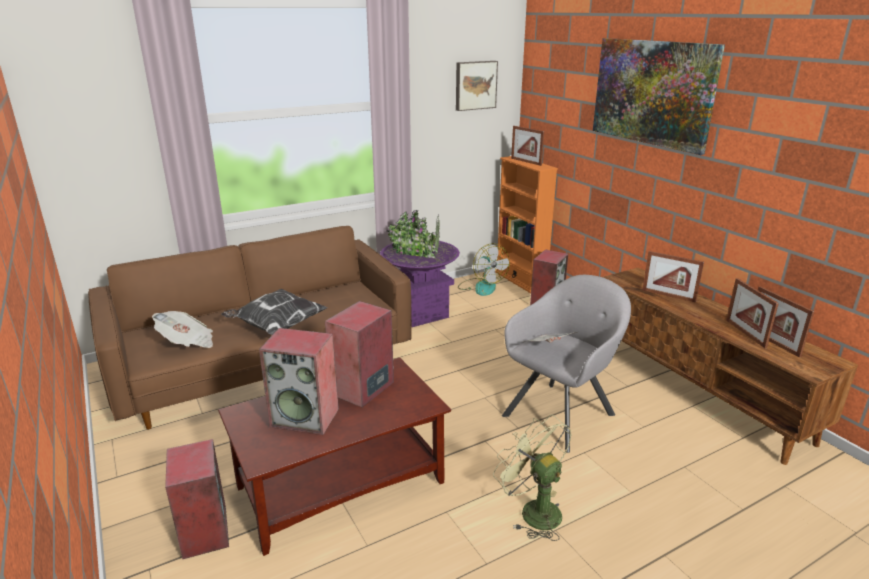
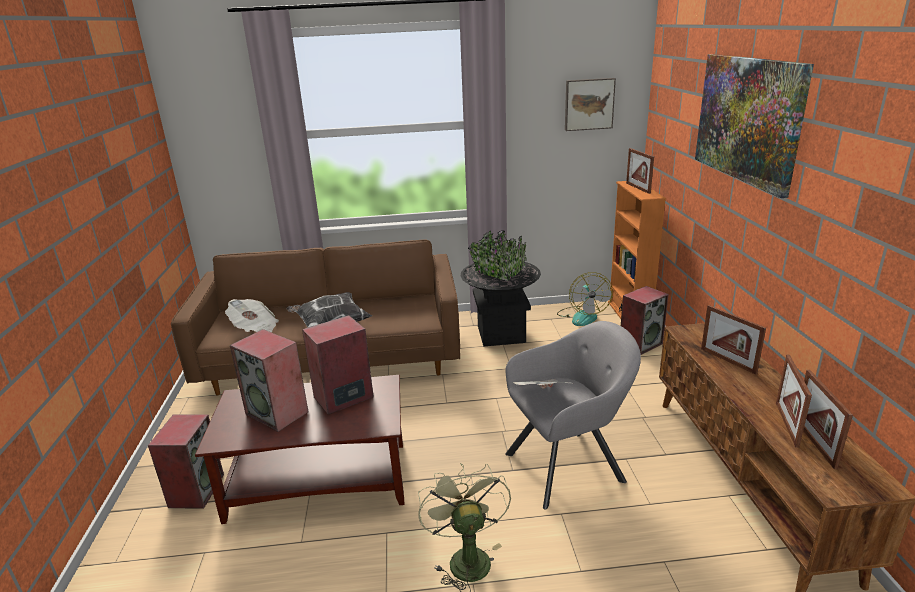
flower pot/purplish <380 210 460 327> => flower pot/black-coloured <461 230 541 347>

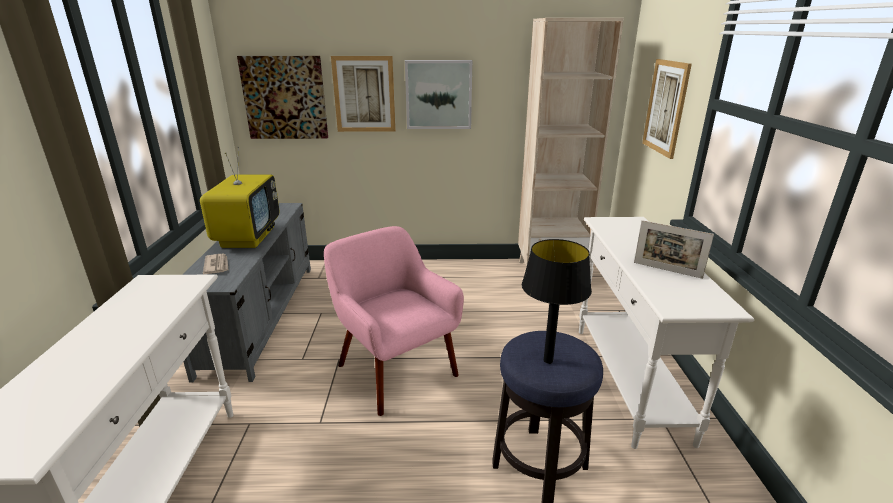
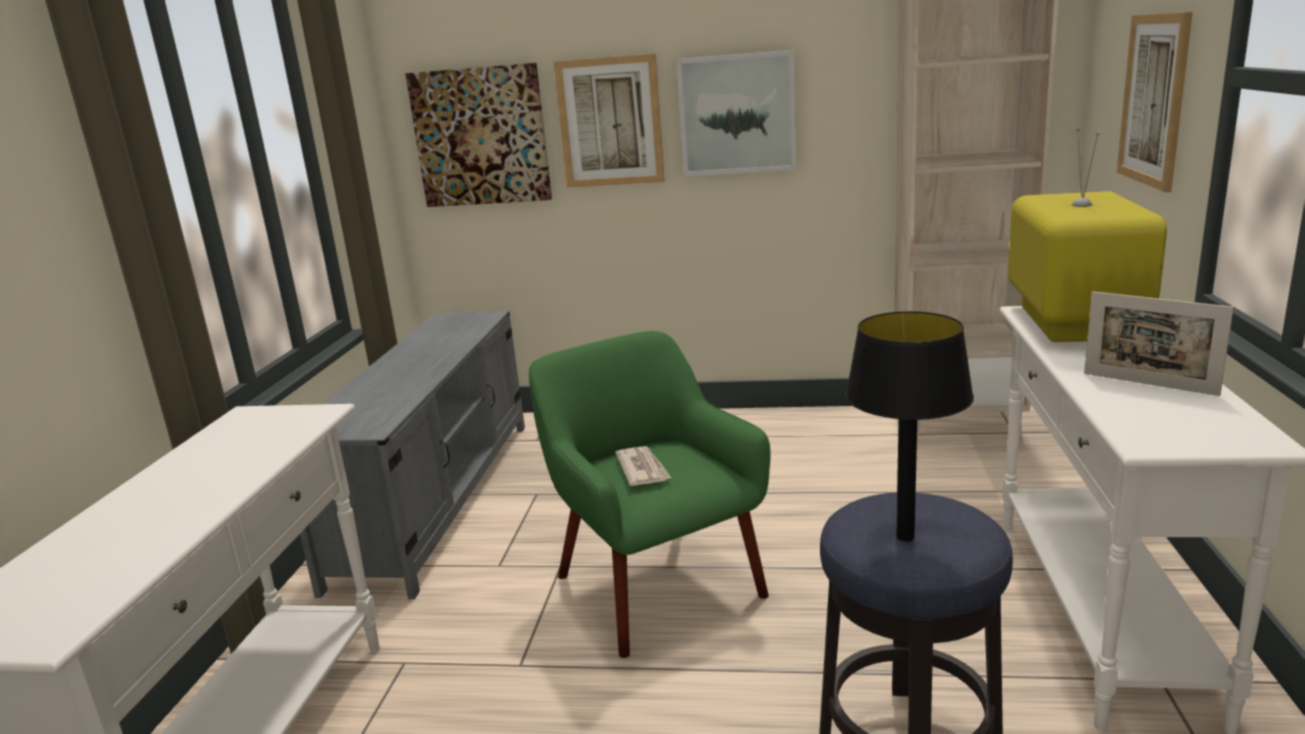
television <200 146 279 248> => television <1008 127 1167 342>, shifted
newspaper <203 253 228 274> => newspaper <615 446 671 486>, shifted
easy chair/pinkish <324 226 464 416> => easy chair/green-coloured <529 331 770 658>

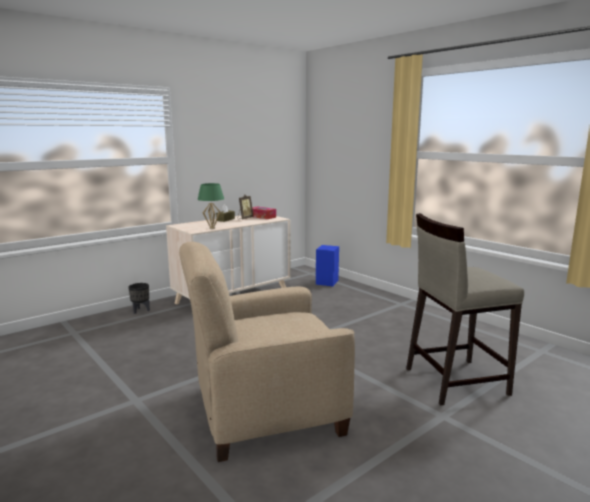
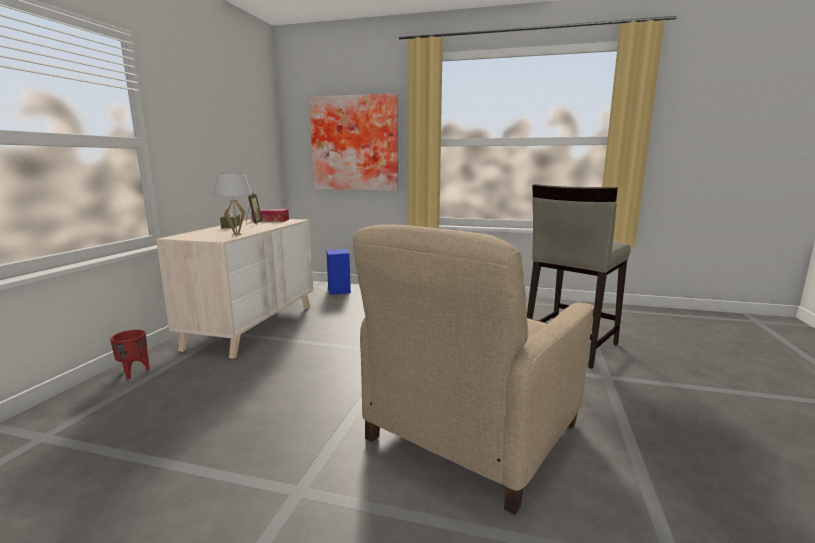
flower pot/black-coloured <128 283 150 314> => flower pot/red-coloured <110 330 150 379>
lamp for a table/green-coloured <198 183 224 229> => lamp for a table/whitish <213 173 252 235>
nothing => picture <309 93 398 191>

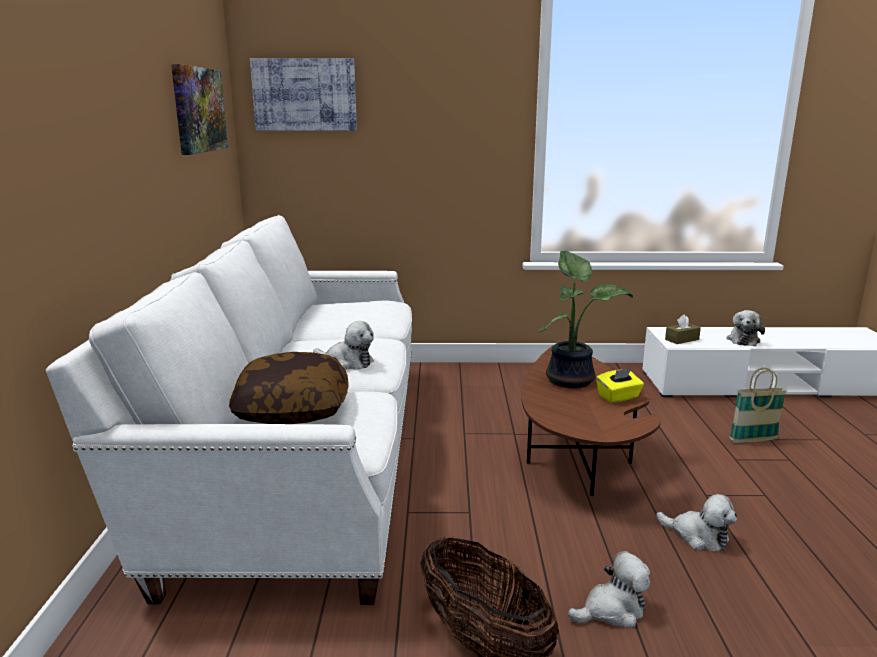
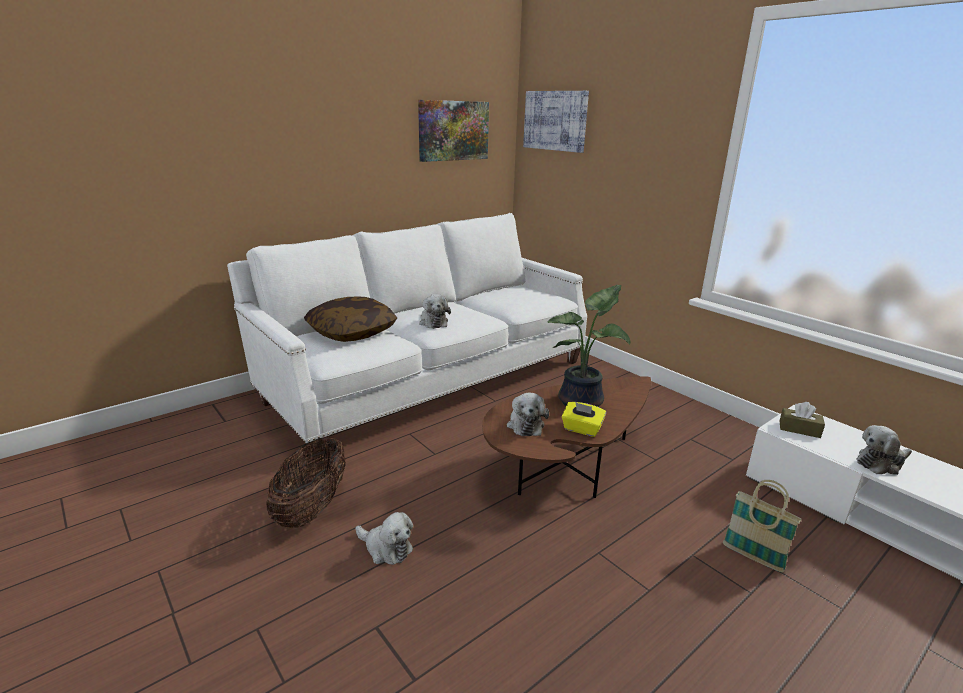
soft toy <656 494 737 552> => soft toy <507 393 549 436>, shifted

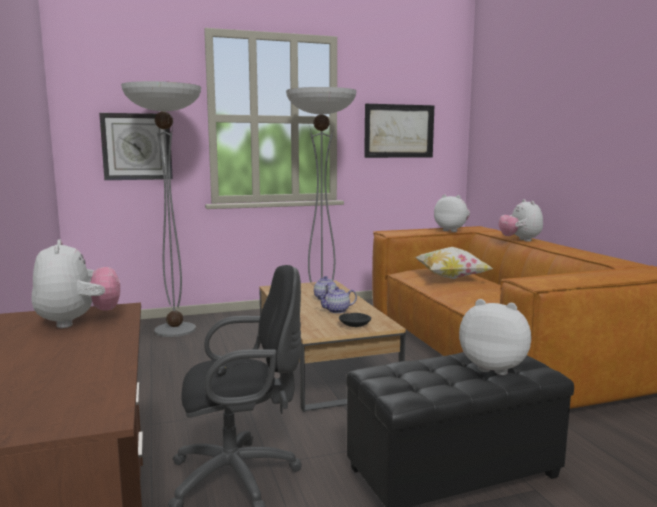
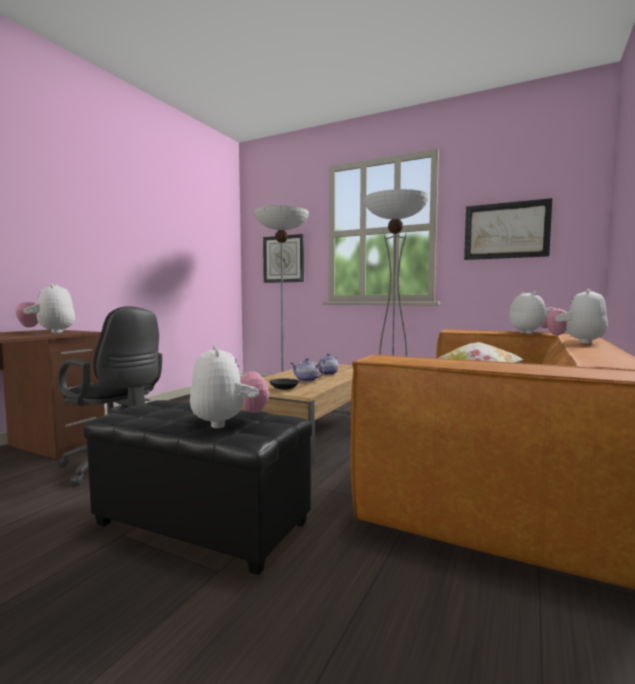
soft toy <32 239 120 328> => soft toy <16 283 75 333>, 135 degrees clockwise

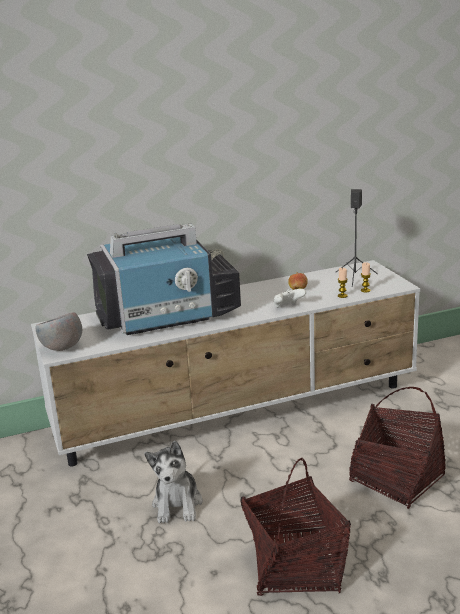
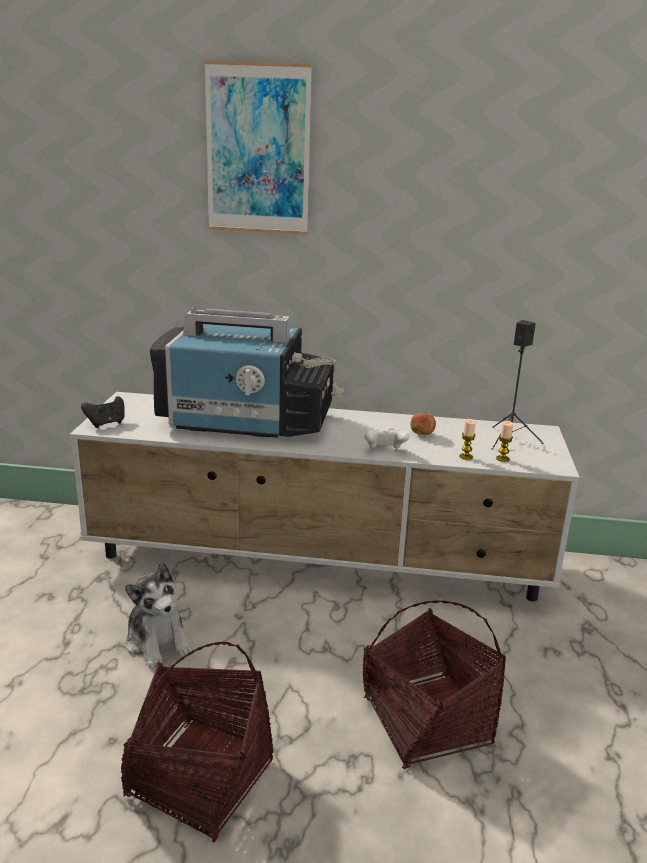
deep dish/gray <36 312 82 351> => game controller/black-coloured <81 396 125 428>
soft toy <144 441 203 523> => soft toy <125 562 192 669>, 60 degrees counterclockwise
nothing => picture <204 60 312 235>

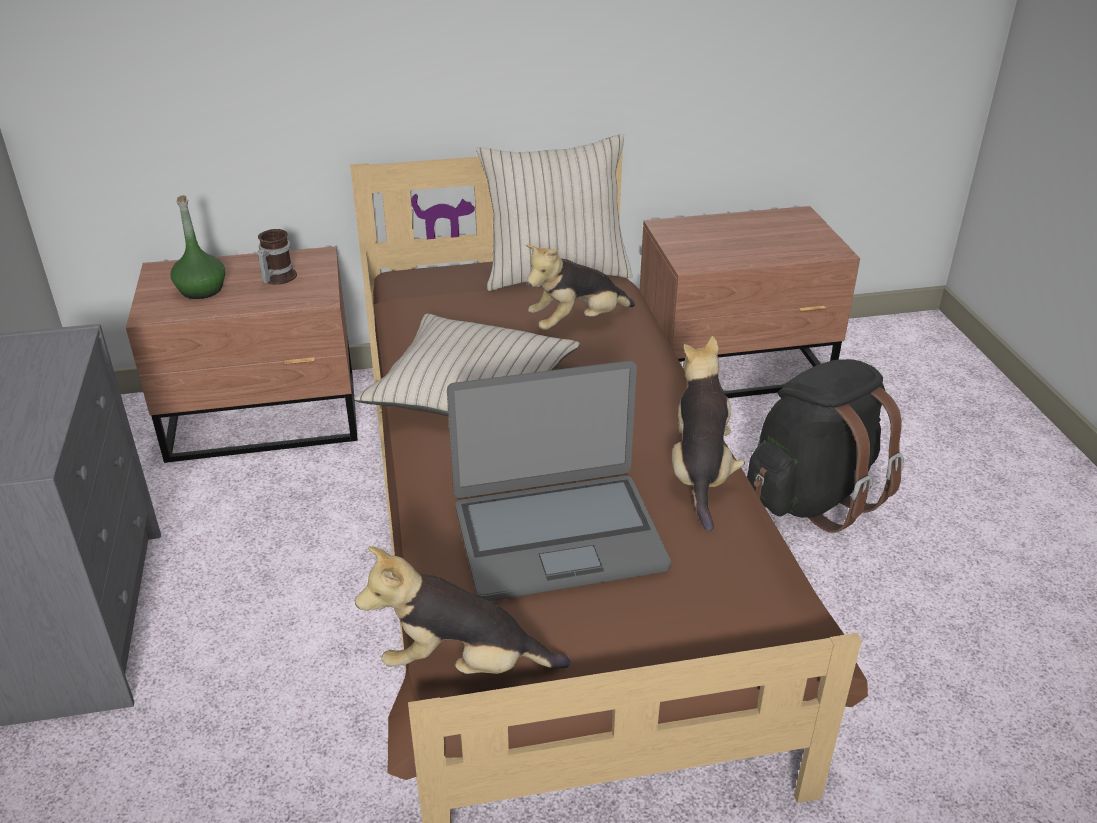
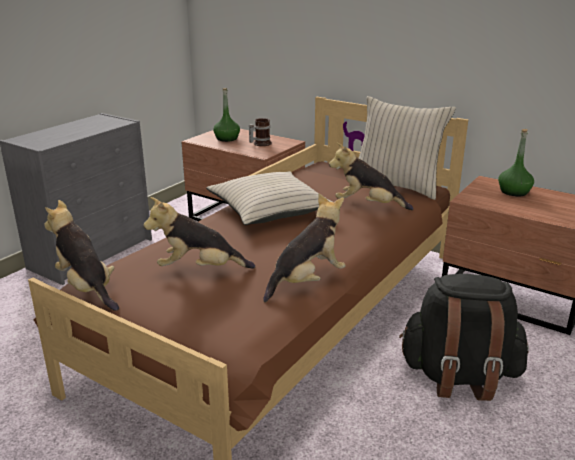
notebook computer <447 360 671 601> => soft toy <143 197 255 269>
nothing => beverage bottle/green-coloured <498 129 534 196>

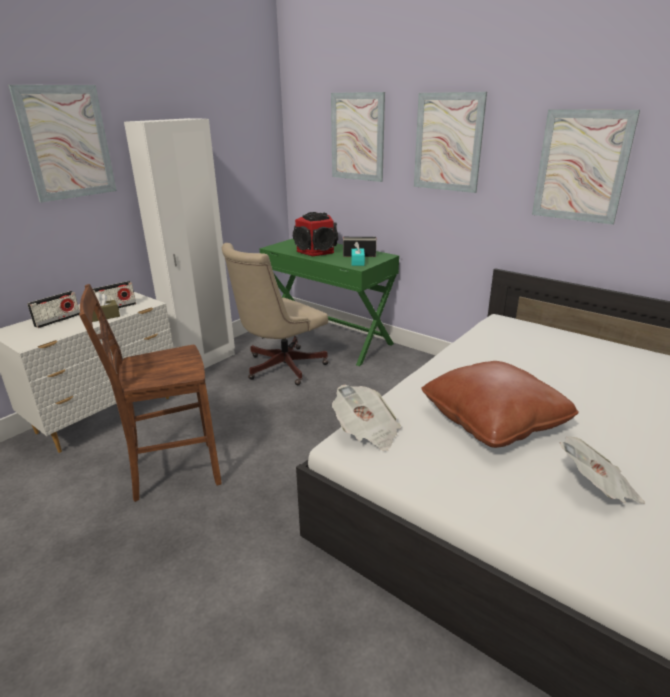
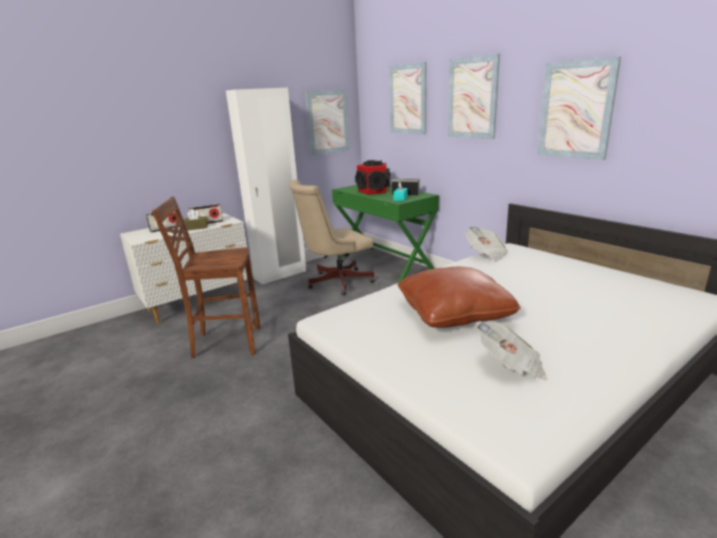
picture <8 85 117 202> => picture <306 90 349 155>, shifted
newspaper <332 385 401 451> => newspaper <465 226 508 261>, shifted

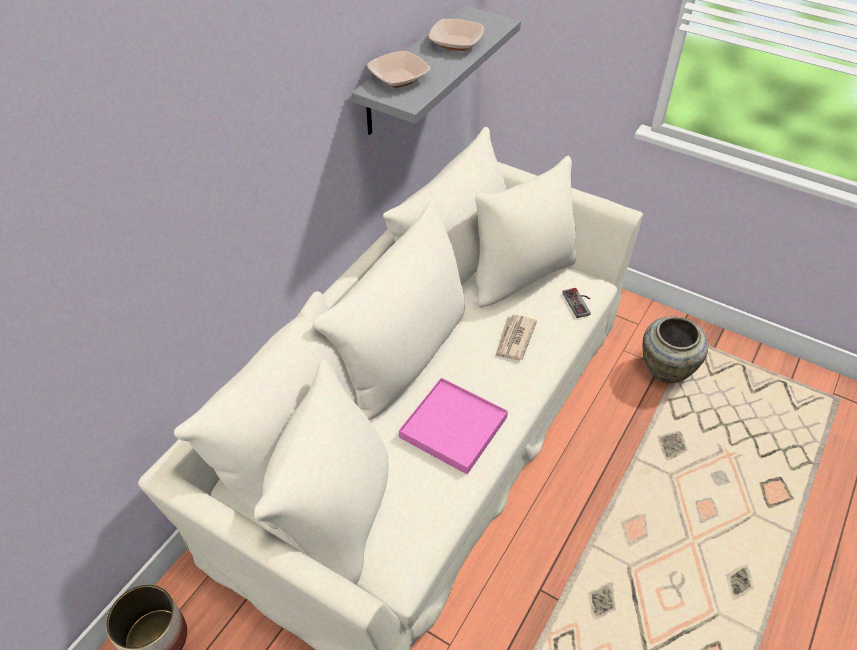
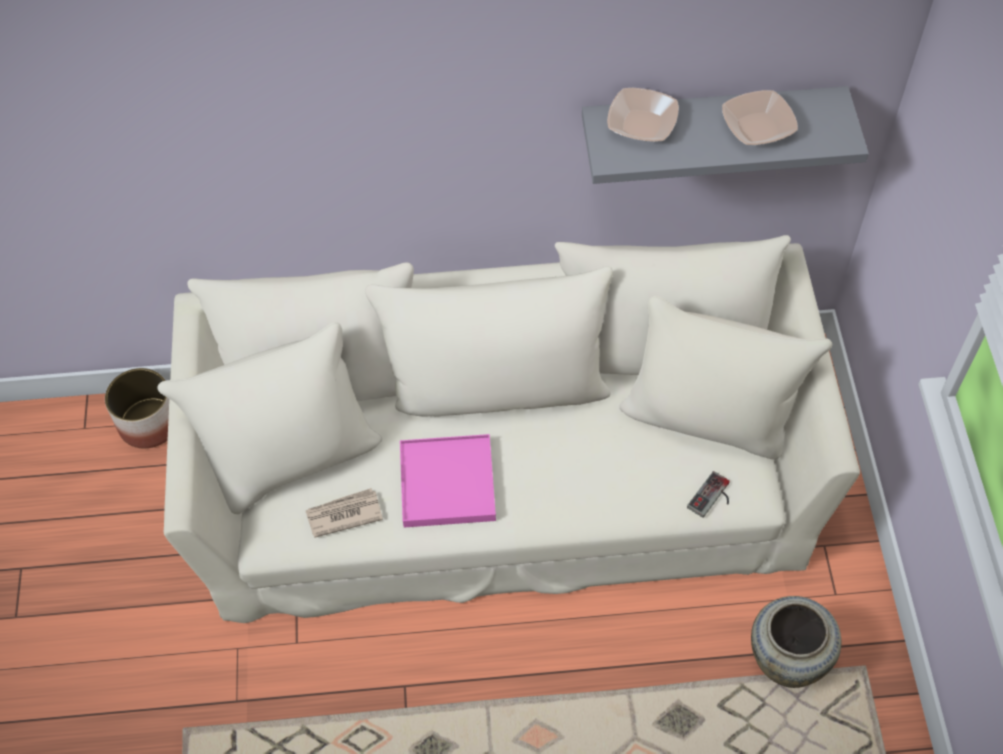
newspaper <495 315 537 360> => newspaper <306 488 383 538>, shifted

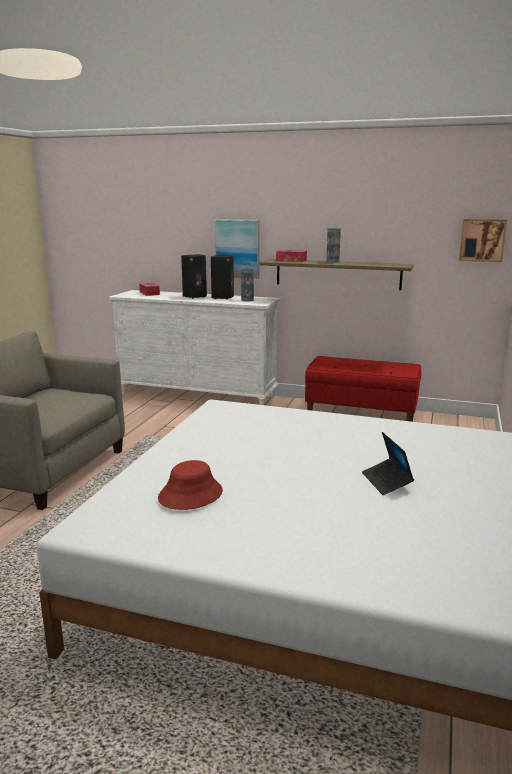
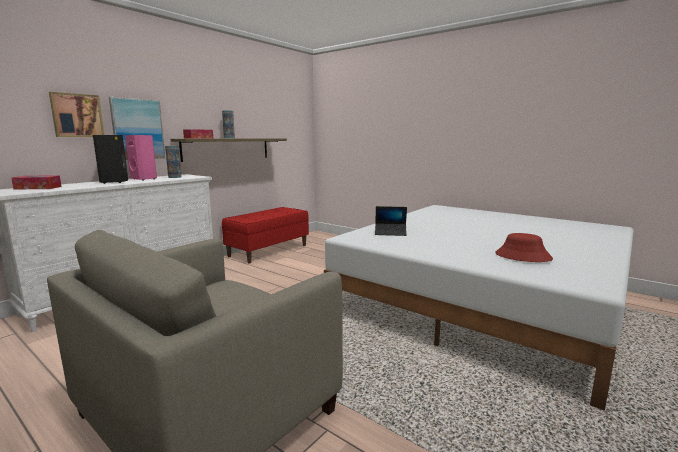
speaker/black-coloured <211 255 234 299> => speaker/pinkish <125 135 157 181>
notebook computer <362 432 414 495> => notebook computer <375 206 407 236>, shifted
picture <459 219 507 262> => picture <49 92 104 137>, shifted

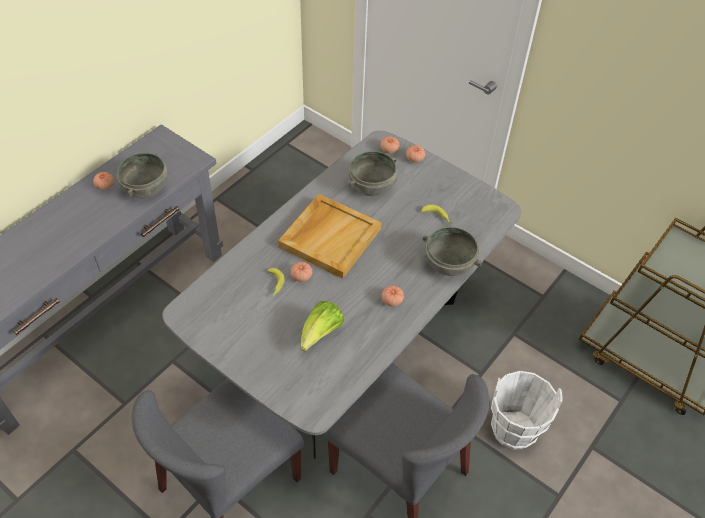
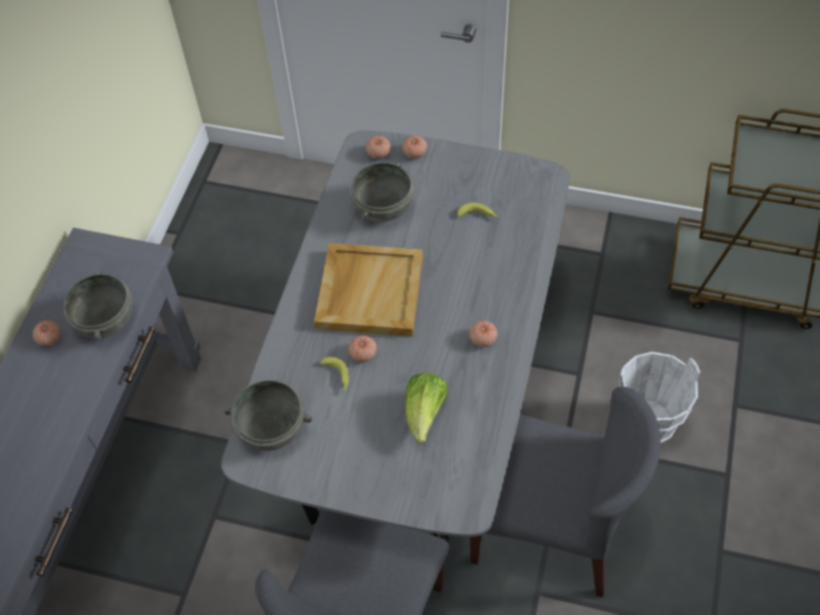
deep dish/gray <423 227 482 276> => deep dish/gray <224 380 312 451>, shifted

